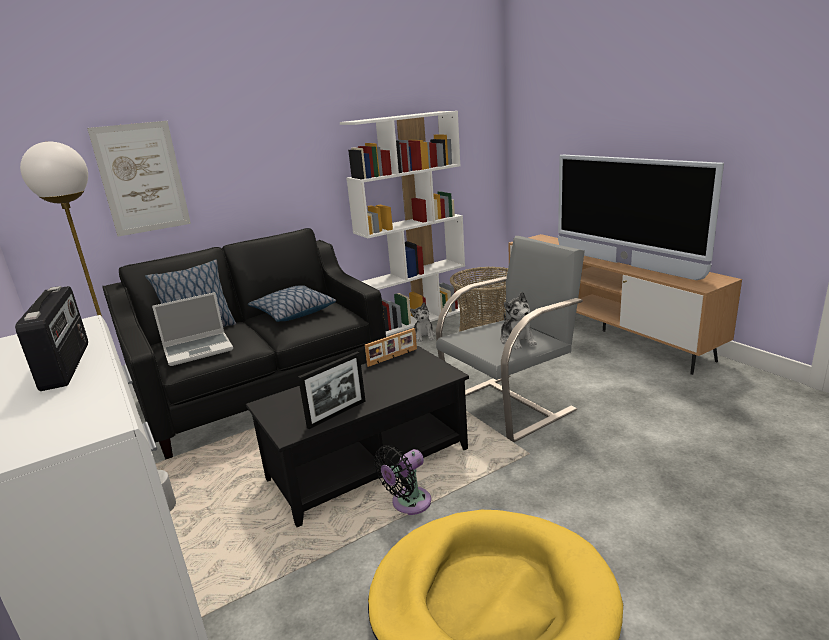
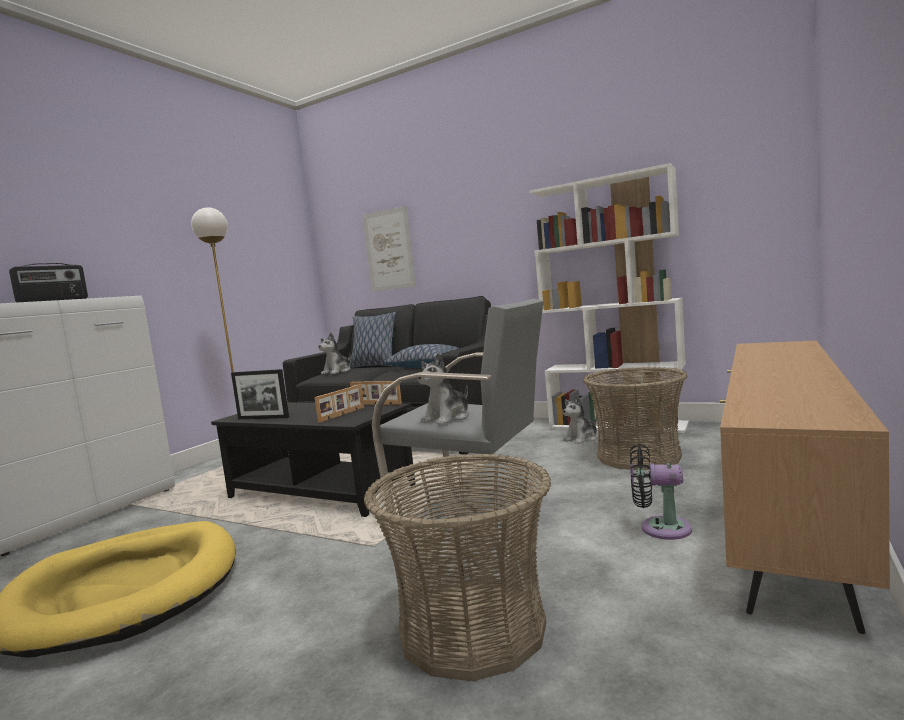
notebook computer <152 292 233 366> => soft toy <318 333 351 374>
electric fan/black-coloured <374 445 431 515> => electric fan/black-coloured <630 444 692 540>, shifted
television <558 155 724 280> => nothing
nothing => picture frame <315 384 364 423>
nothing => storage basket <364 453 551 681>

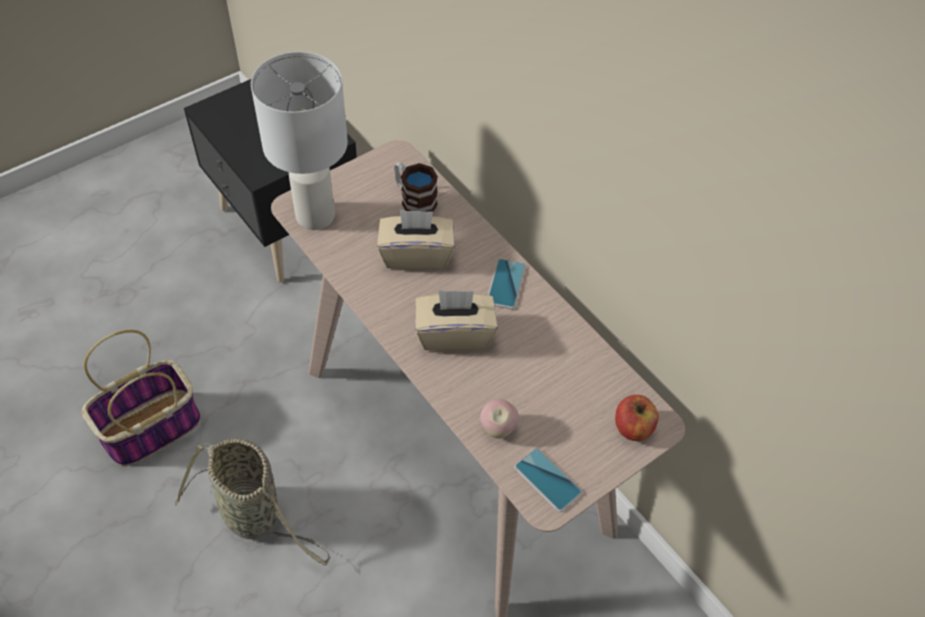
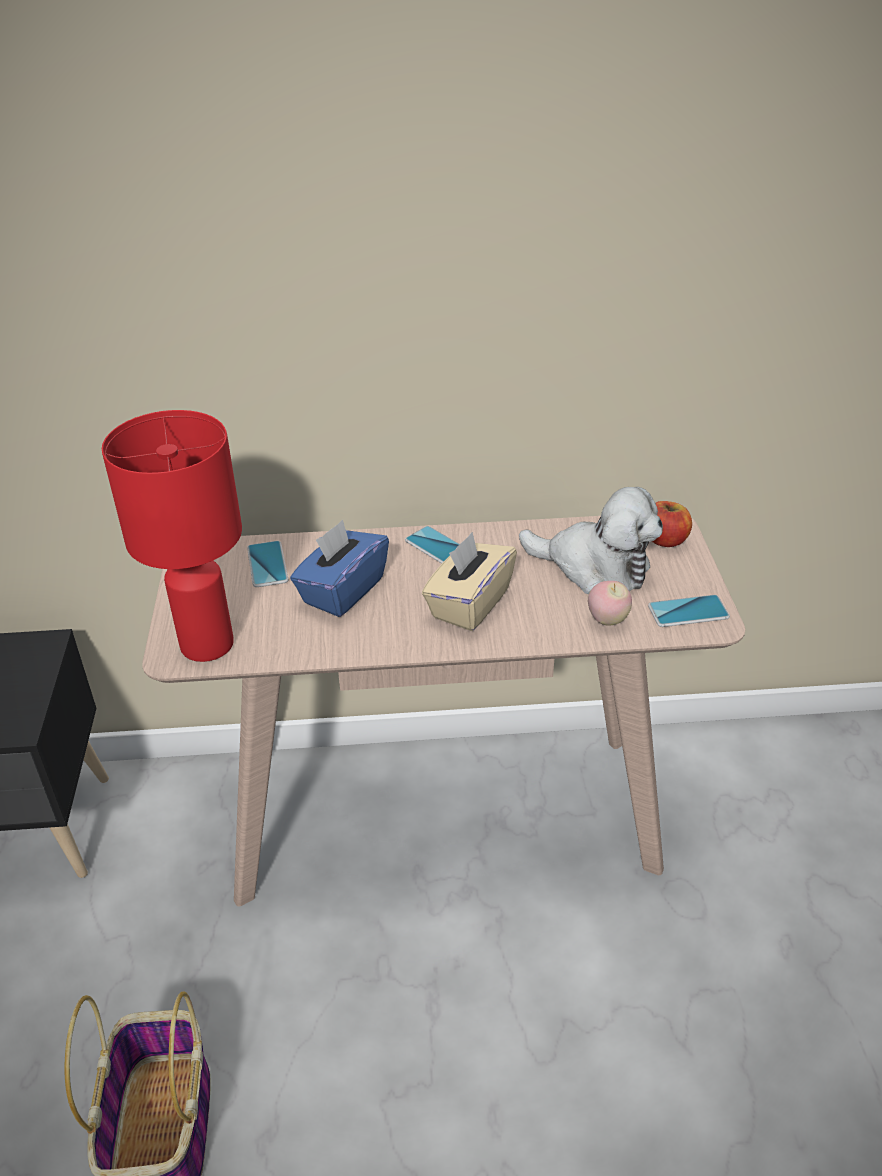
storage basket <175 438 331 566> => nothing
lamp for a table/whitish <251 52 348 230> => lamp for a table/red-coloured <102 410 242 662>
tissue holder/beige-coloured <377 209 455 269> => tissue holder/blue-coloured <290 520 389 617>
tea mug <394 162 438 212> => telephone <247 541 289 587>
nothing => soft toy <519 487 663 594>

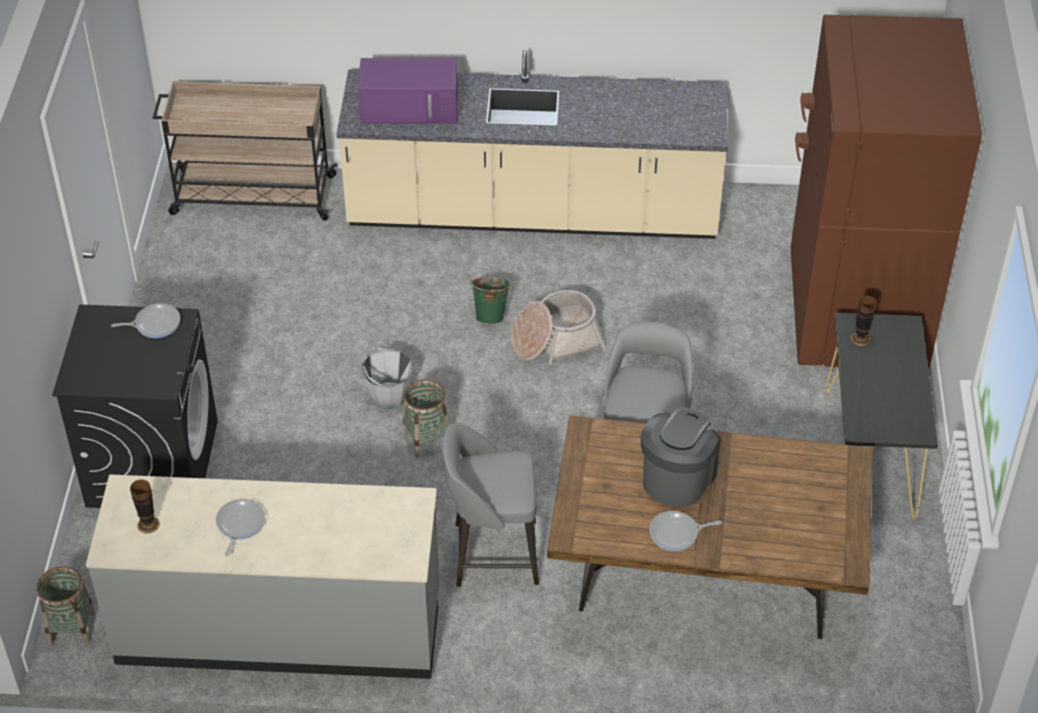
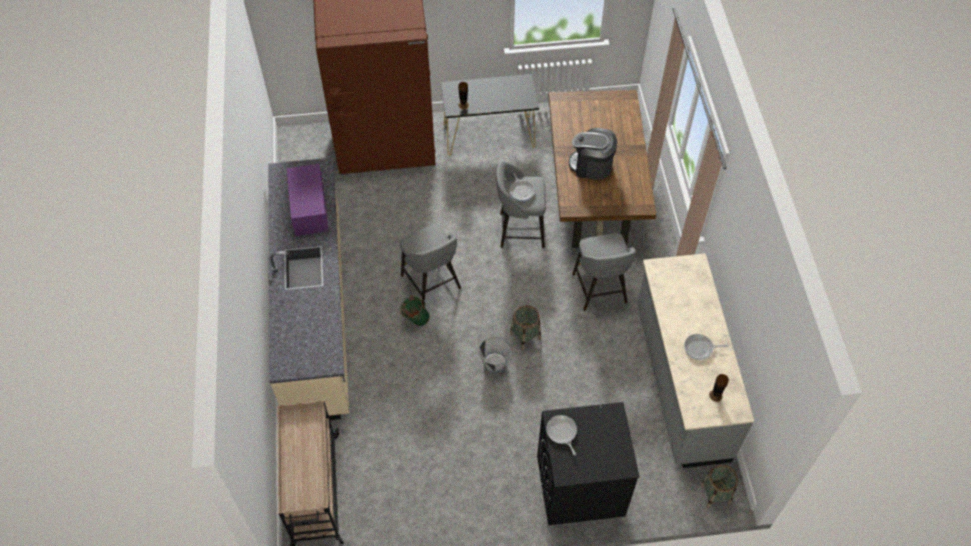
kitchen microwave/purplish <358 58 458 124> => kitchen microwave/purplish <287 164 329 236>, shifted
storage basket <510 290 606 366> => sitting stool/gray <400 224 461 304>
pan <649 511 722 551> => pan <509 174 535 201>, shifted

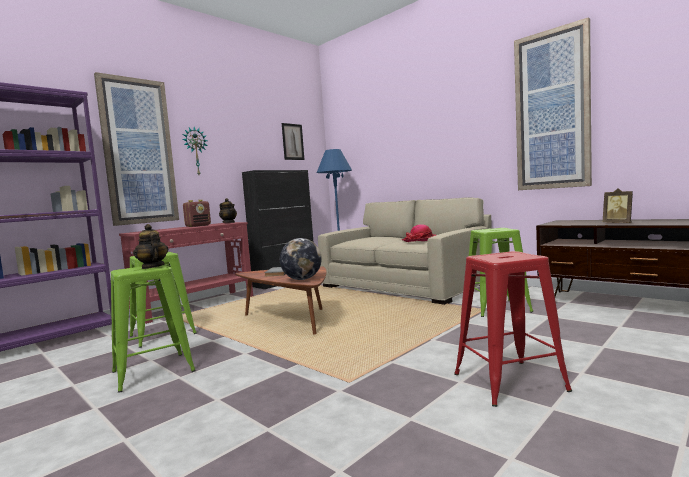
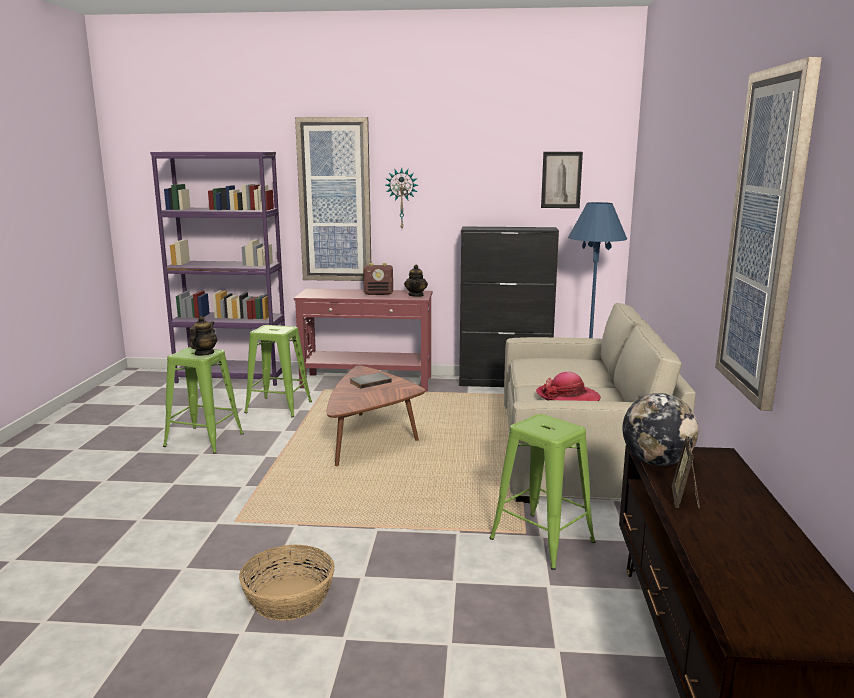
world globe <280 238 322 280> => world globe <623 393 698 466>, shifted
sitting stool/red-coloured <454 251 572 407> => storage basket <239 545 335 621>

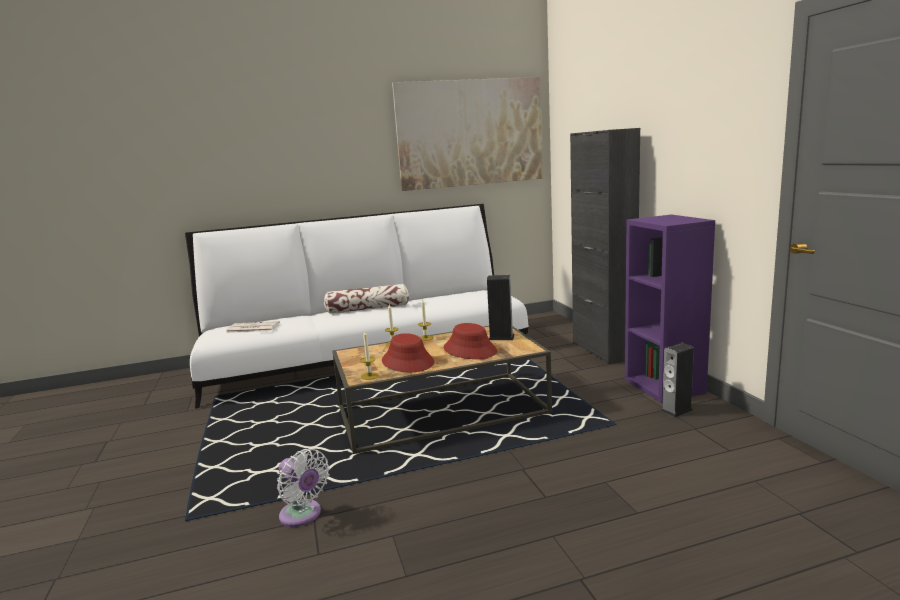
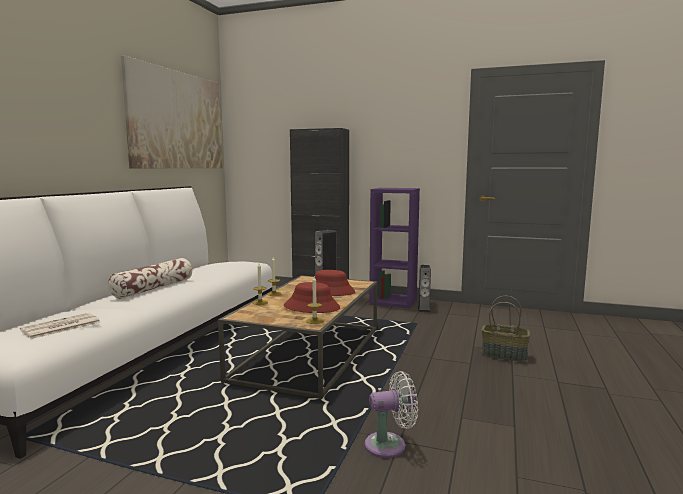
nothing => storage basket <481 296 530 362>

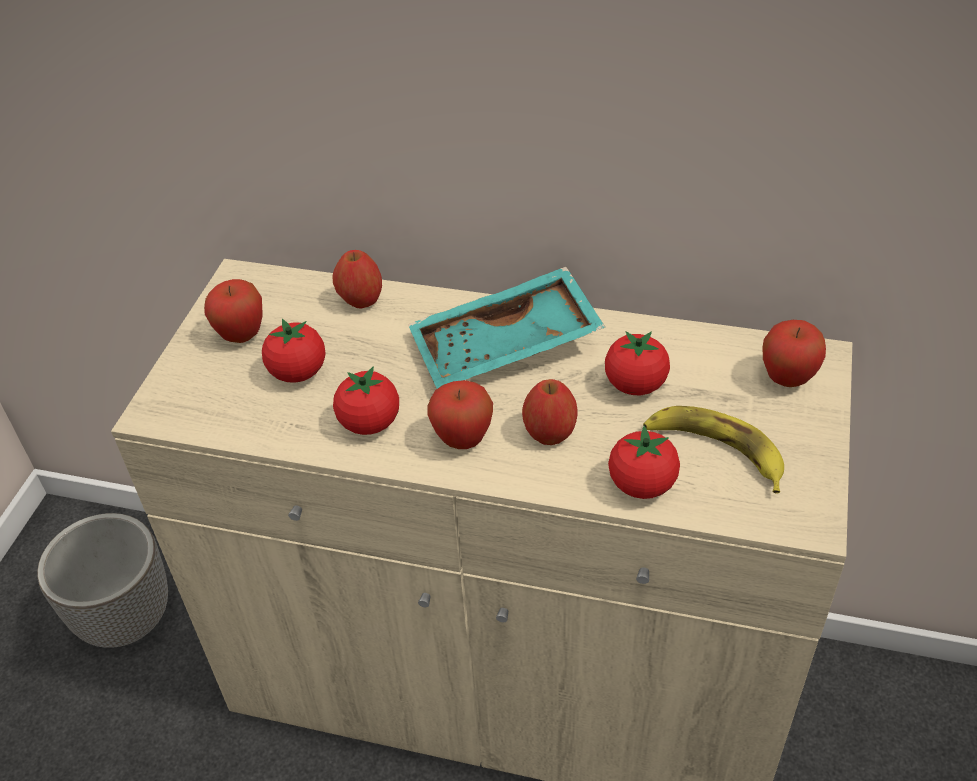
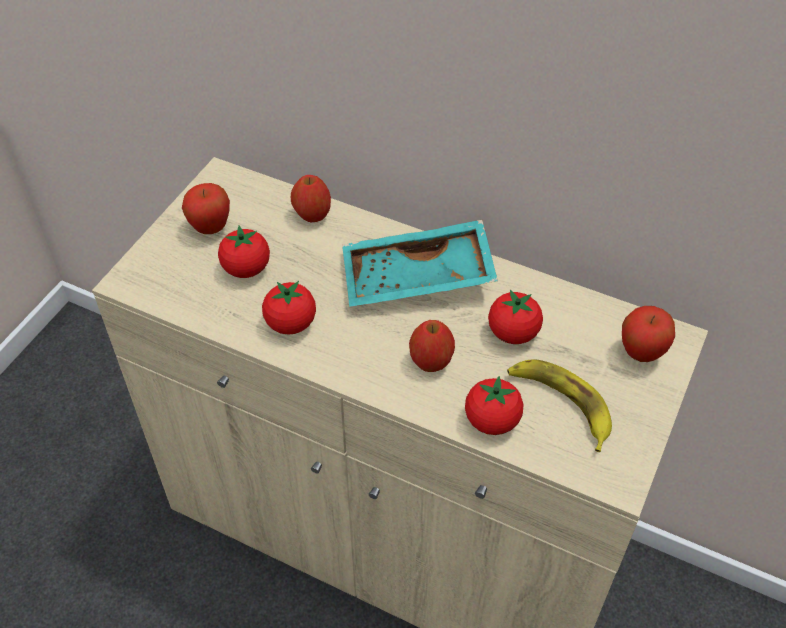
flower pot <37 513 168 648> => nothing
apple <427 380 493 449> => nothing

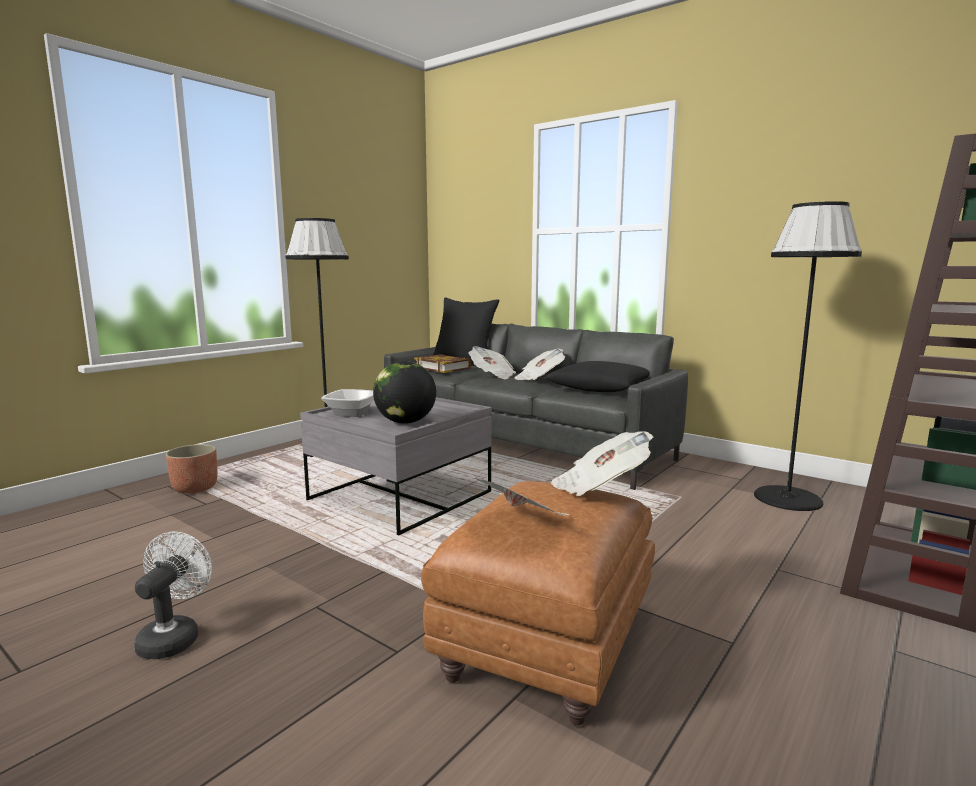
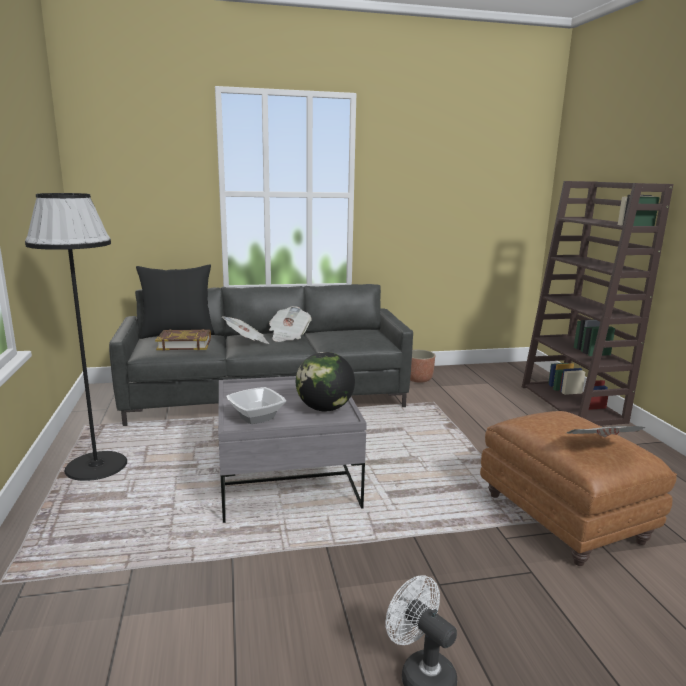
flower pot <166 444 217 494> => flower pot <410 350 435 383>, shifted
cushion/black-coloured <545 361 650 392> => nothing
newspaper <551 431 654 496> => nothing
floor lamp/black-coloured <754 201 862 511> => nothing

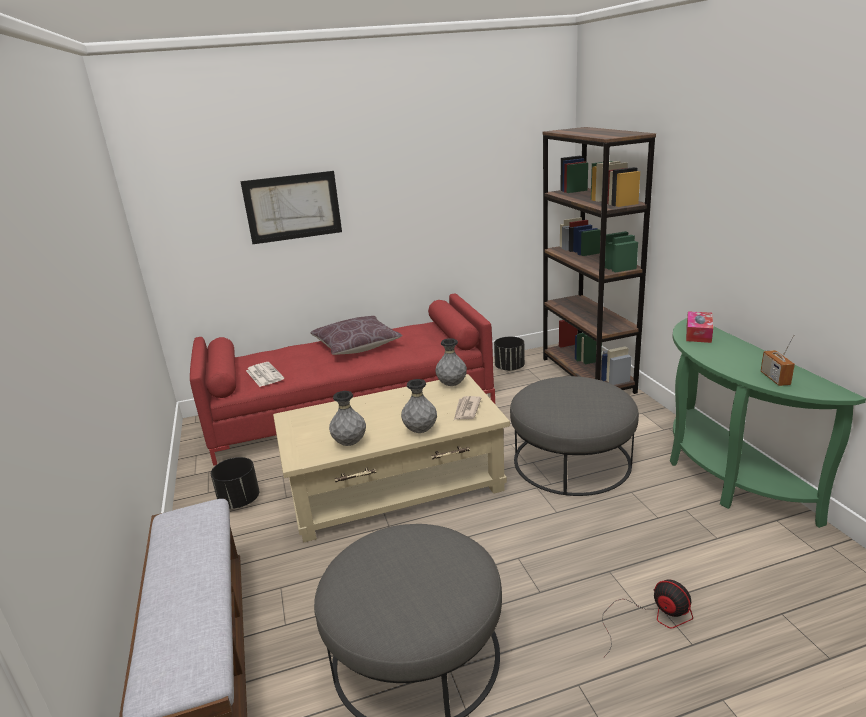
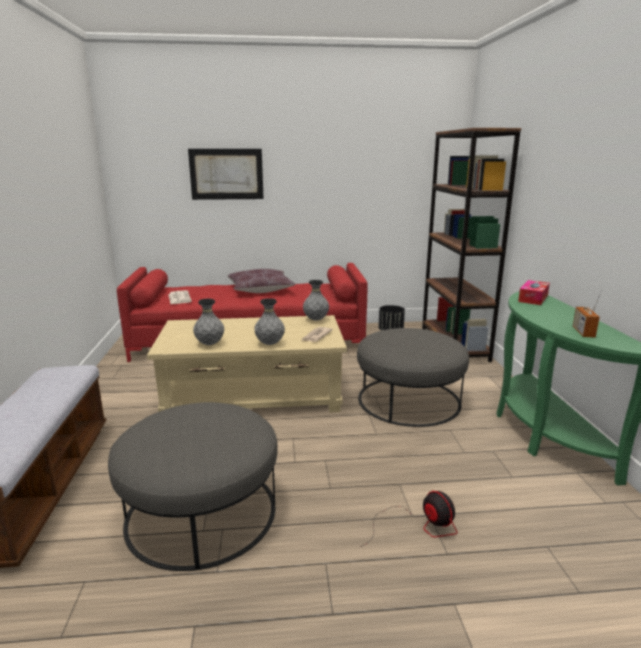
flower pot/black-coloured <211 457 259 509> => nothing

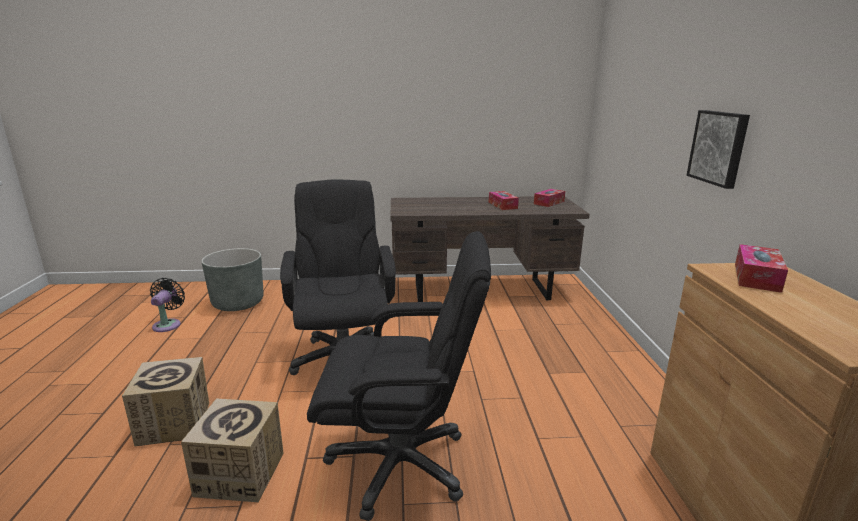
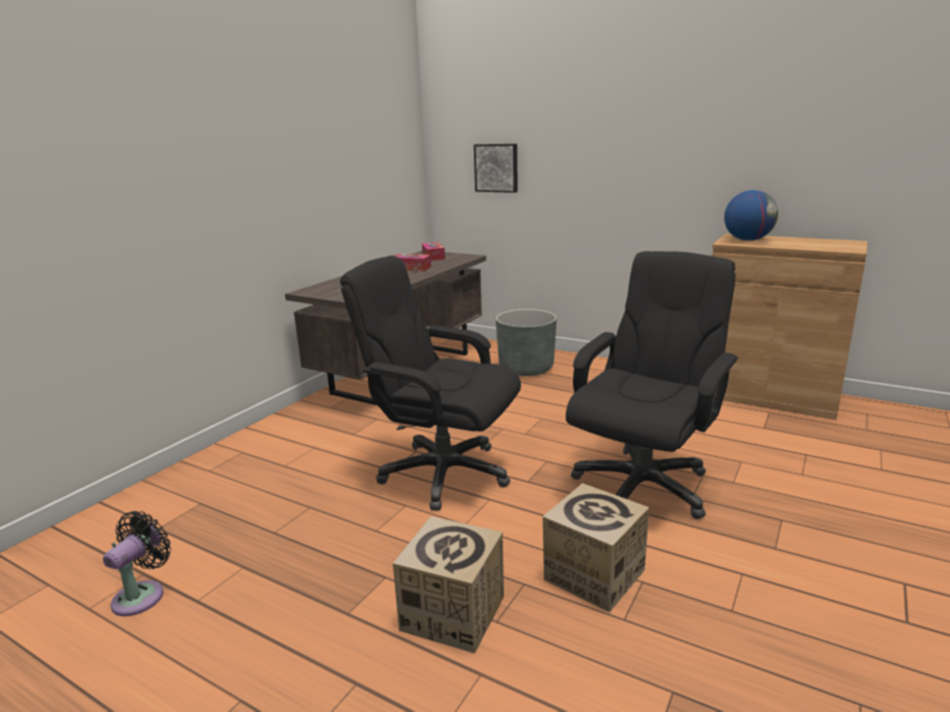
electric fan/black-coloured <150 278 185 332> => electric fan/black-coloured <103 511 171 616>, 75 degrees clockwise
flower pot/gray <201 248 264 311> => flower pot/gray <496 309 557 376>, shifted
picture <687 110 750 189> => picture <474 144 518 193>, shifted
tissue holder <735 244 788 293> => world globe <724 190 778 241>

